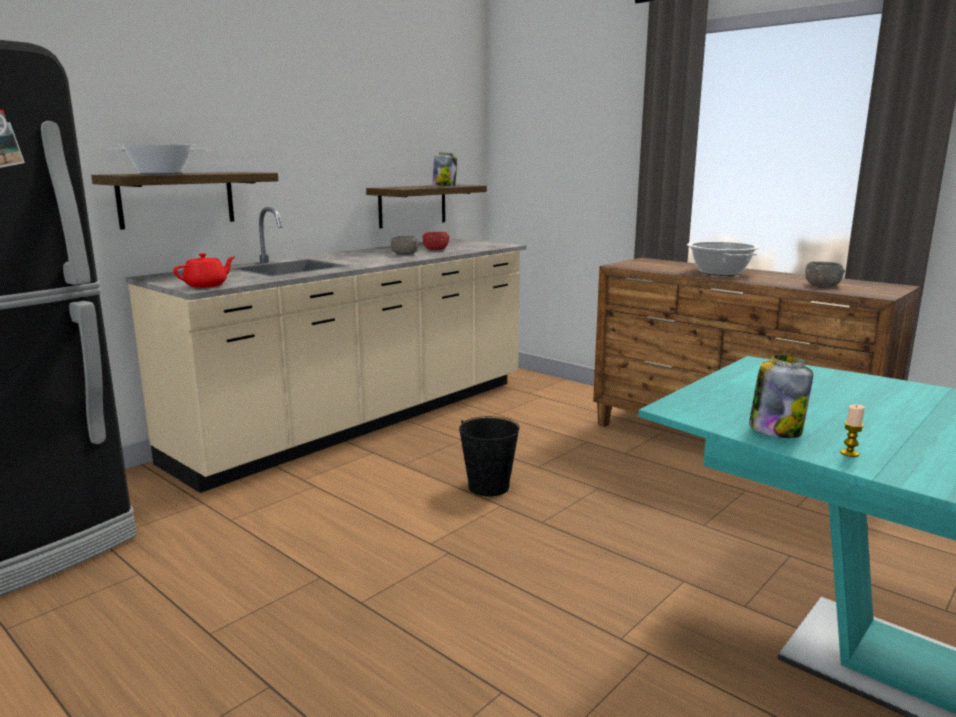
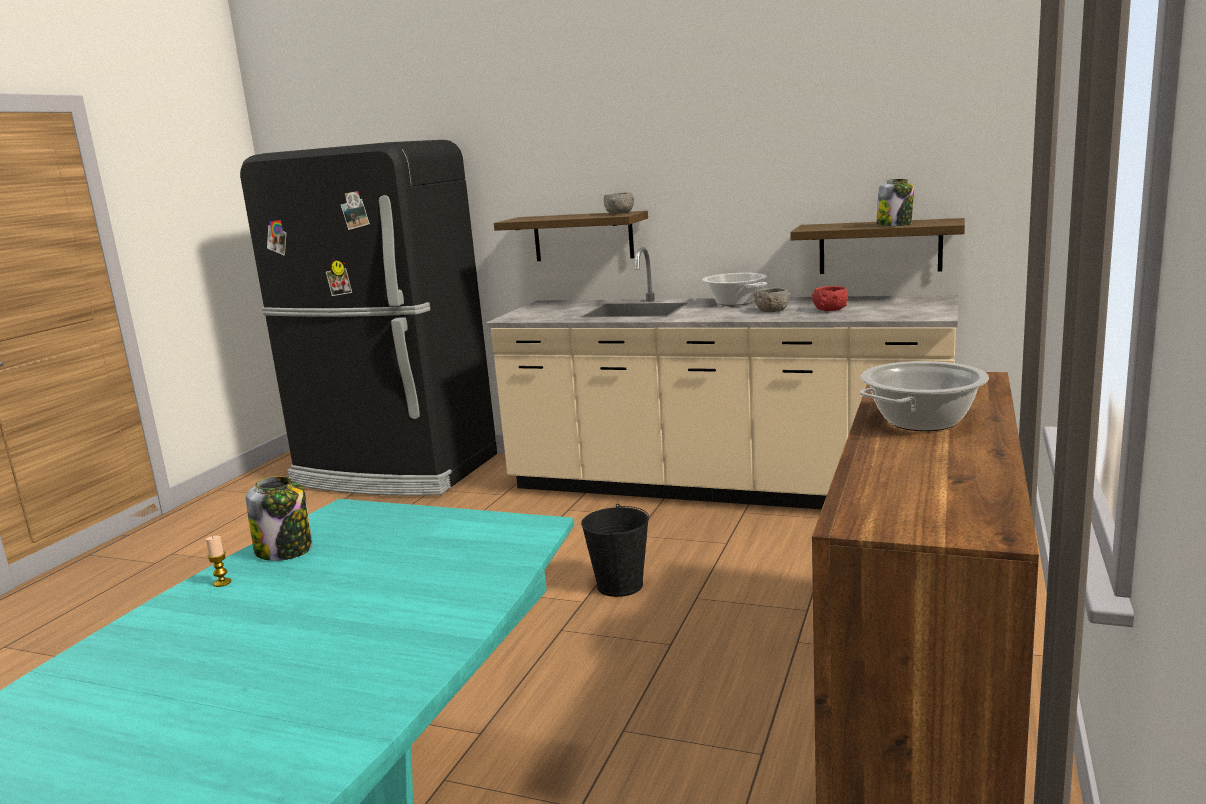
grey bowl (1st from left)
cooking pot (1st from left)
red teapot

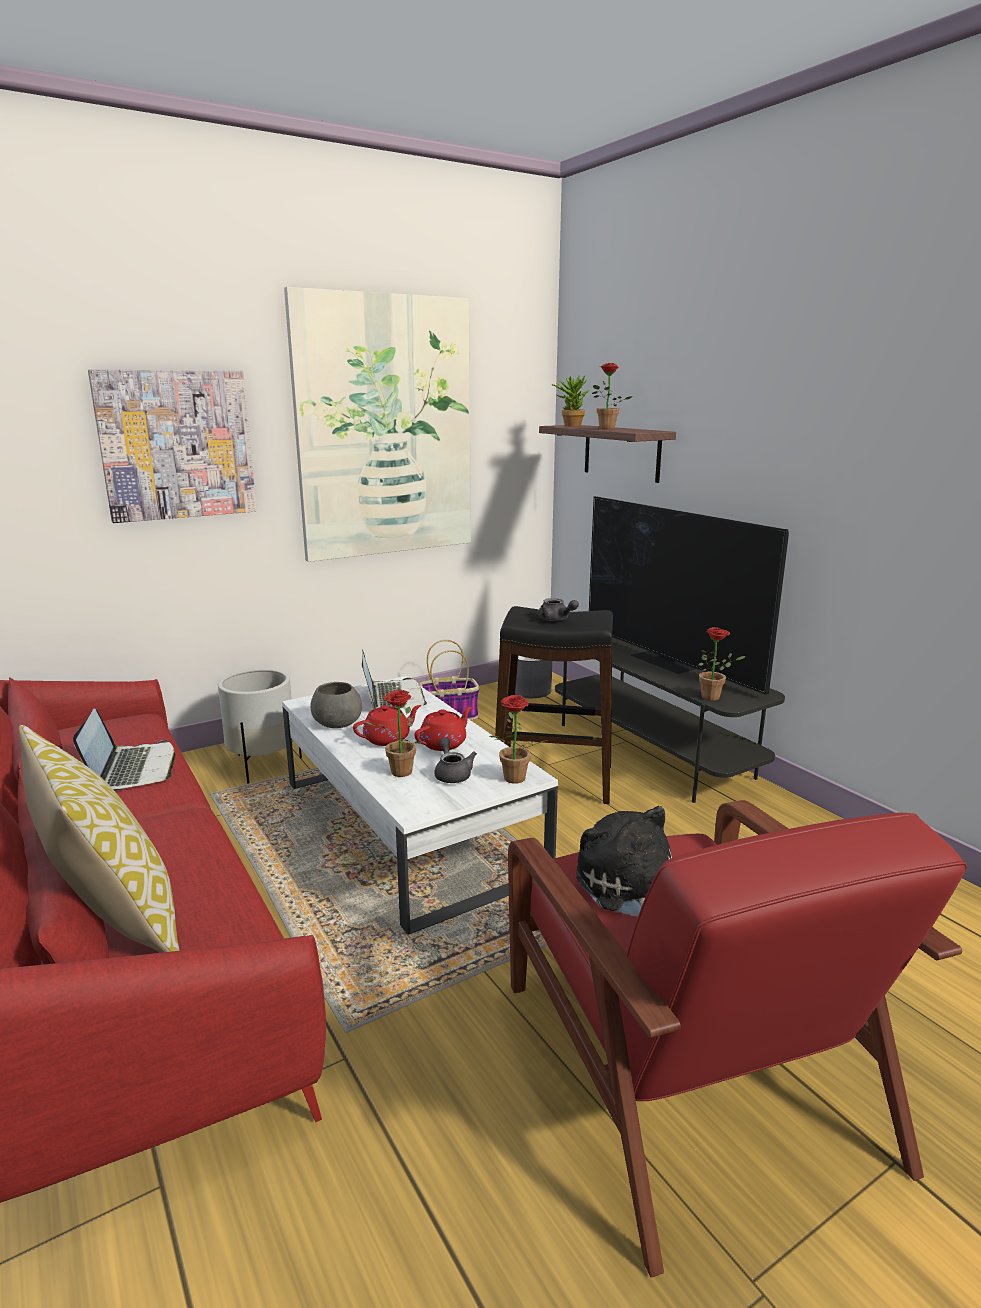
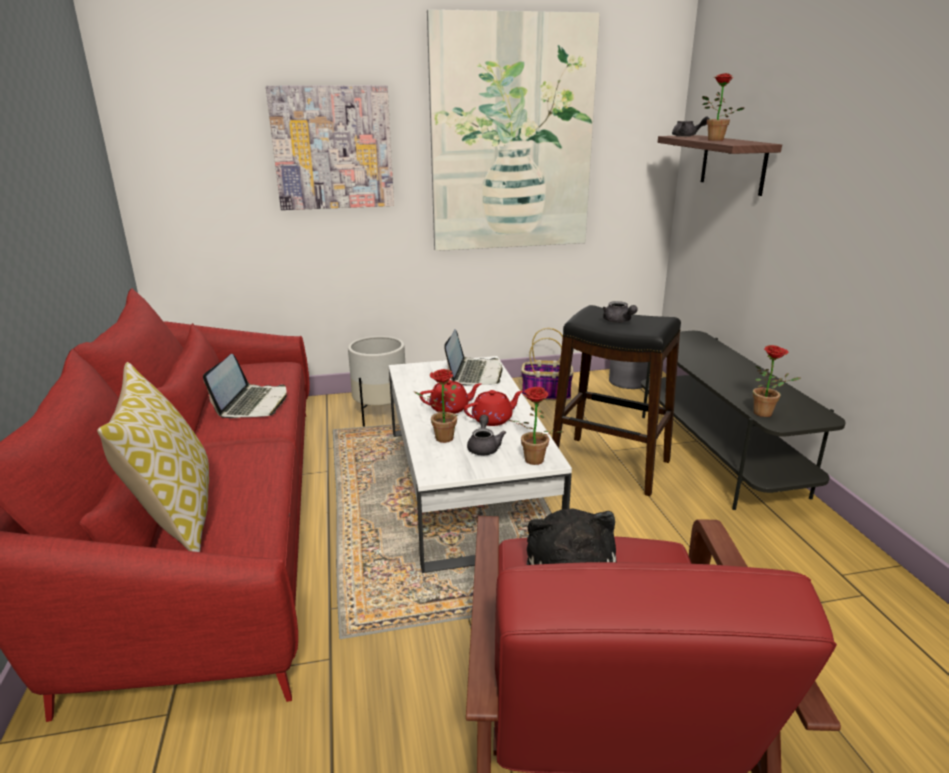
grey teapot (3rd from left)
grey bowl
television

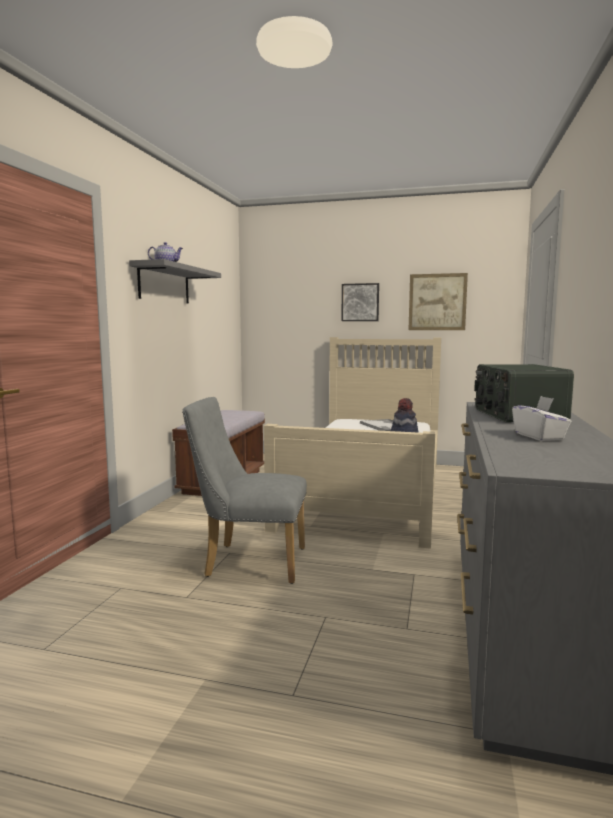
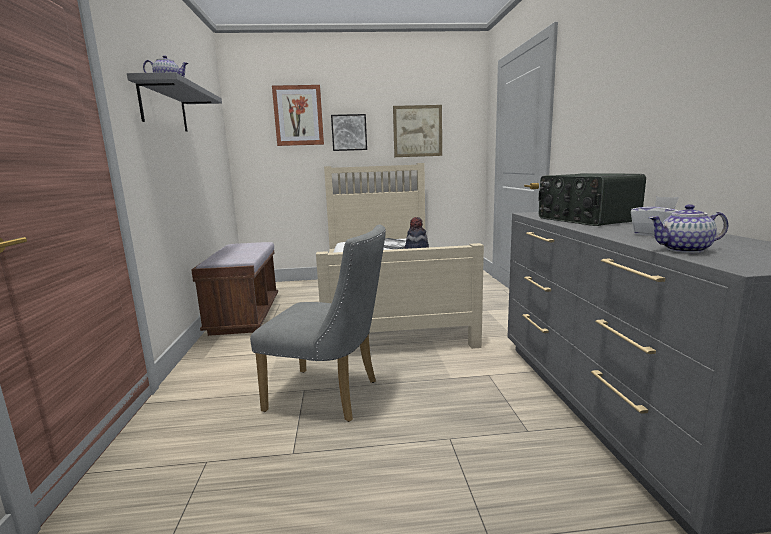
grey chair
picture (1st from left)
teapot (2nd from left)

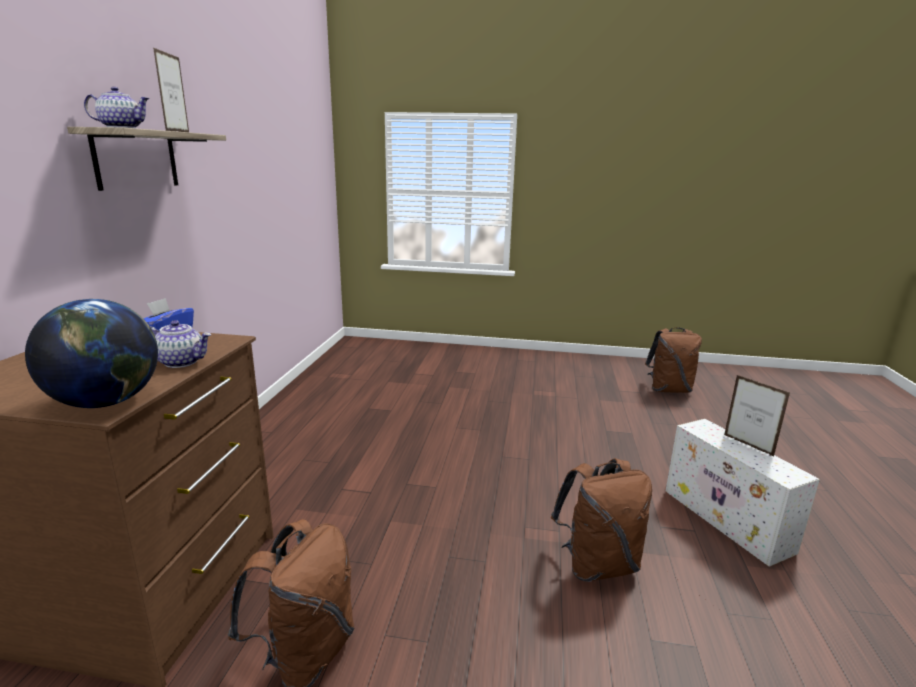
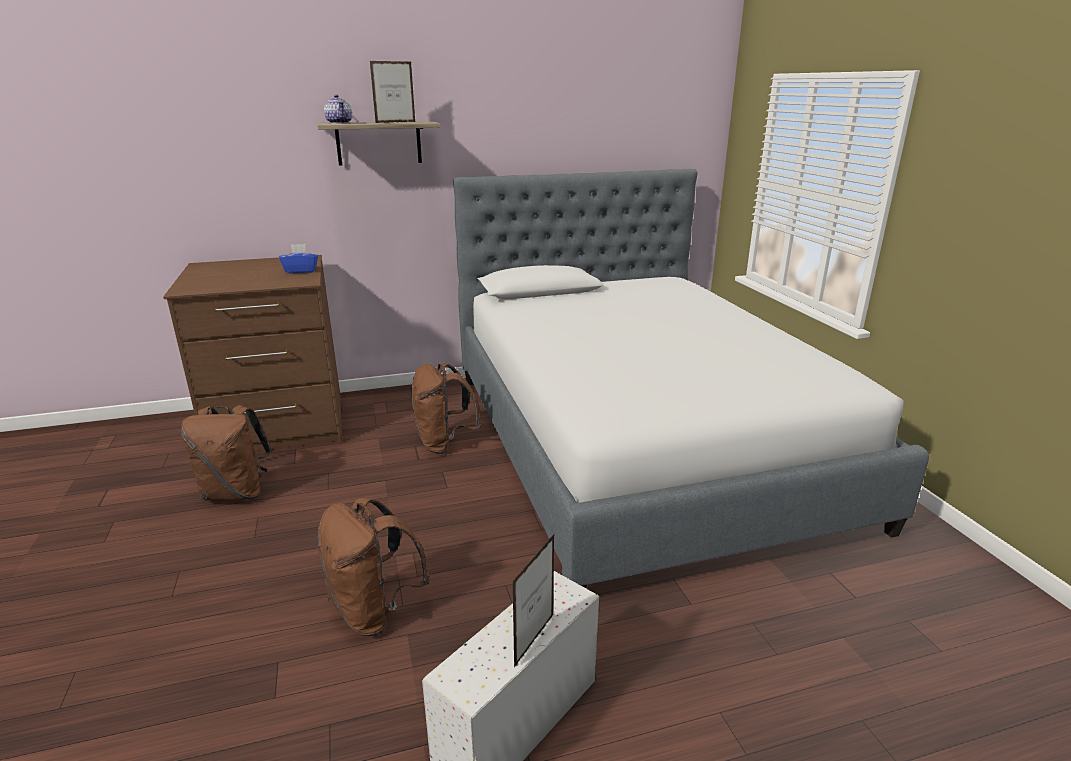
brown backpack (3rd from left)
bed
globe
teapot (2nd from left in the first image)

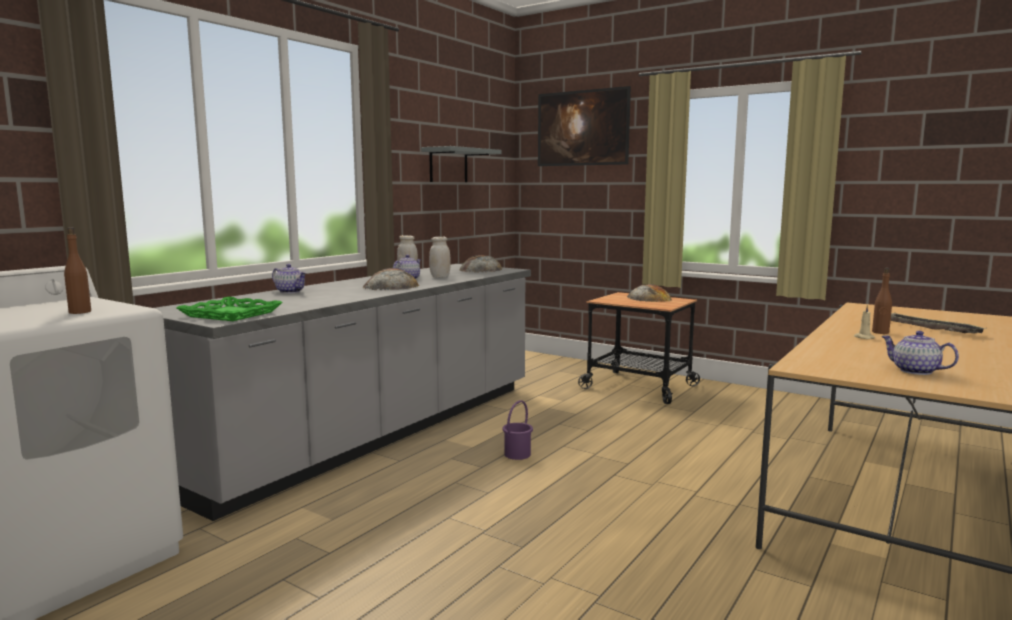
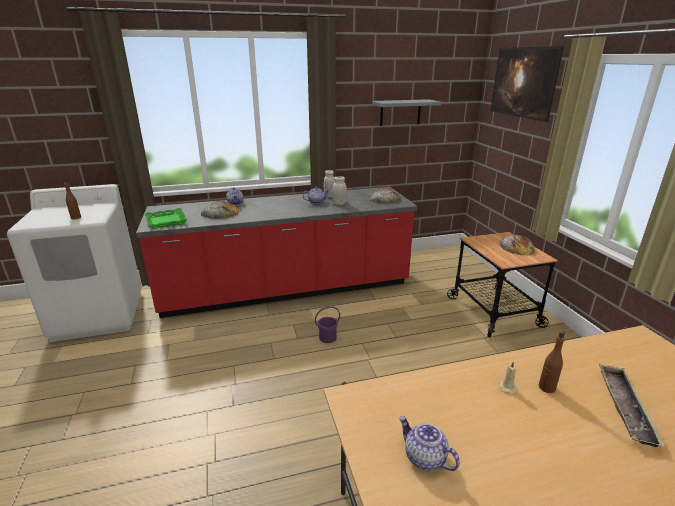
red counter
bread (1st from left)
teapot (3rd from left)

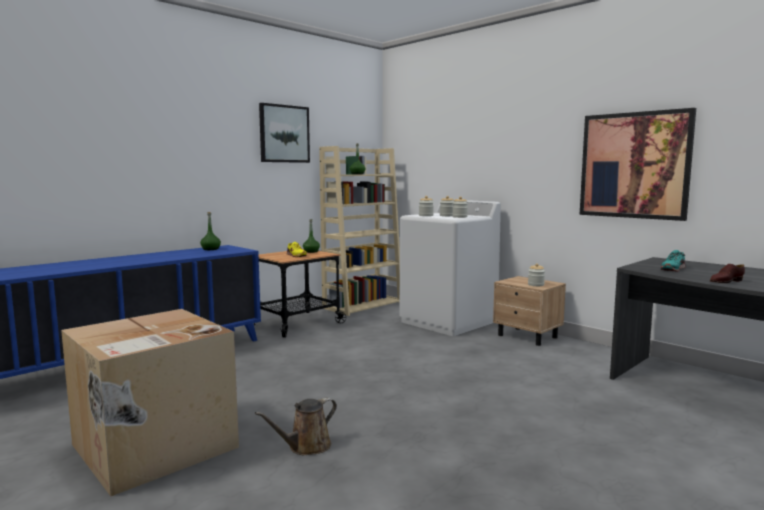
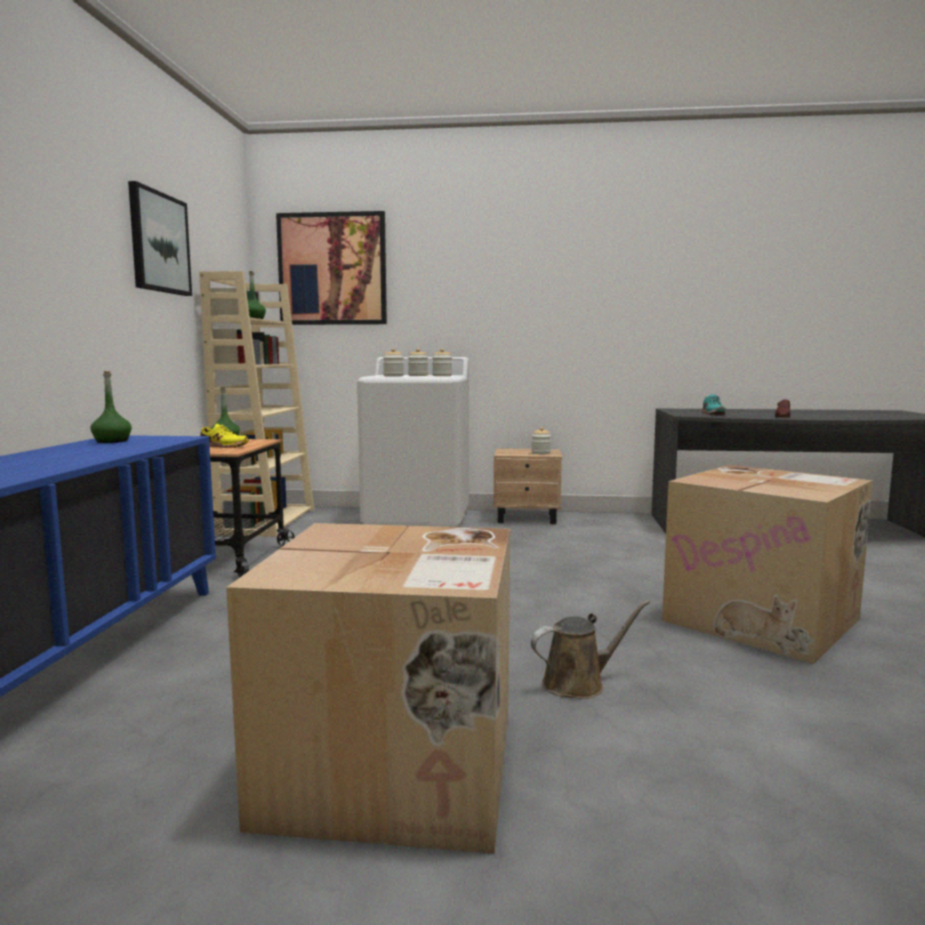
picture (2nd from left)
brown watering can
cardboard box (2nd from left)

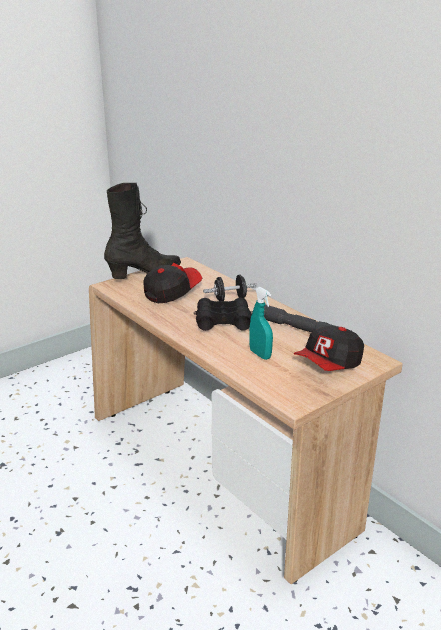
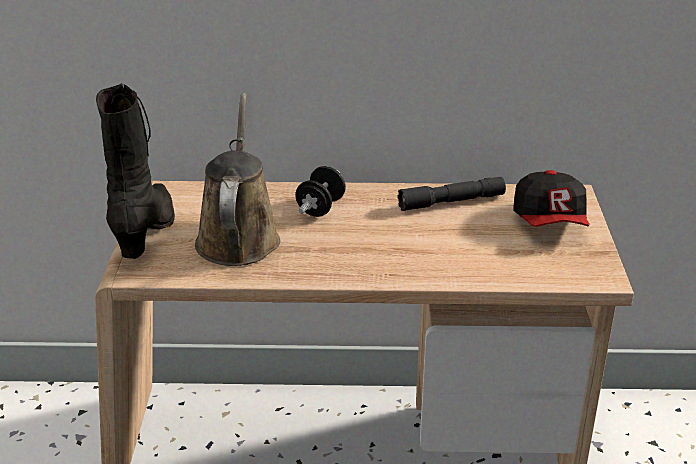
brown watering can
black binoculars
turquoise spray bottle

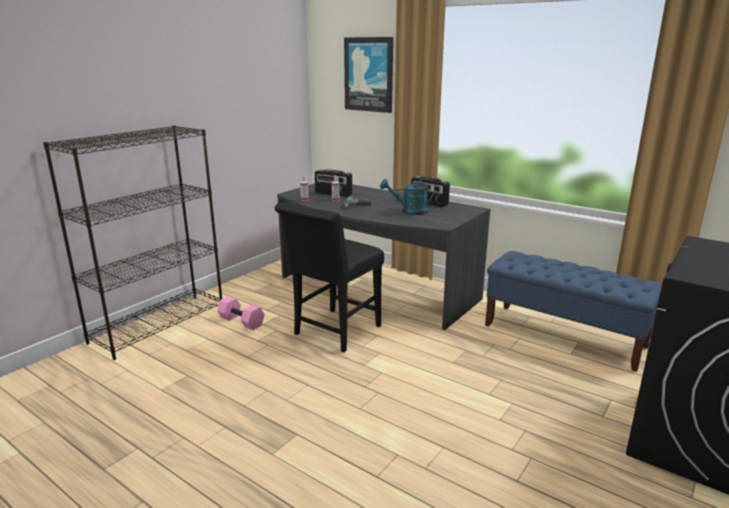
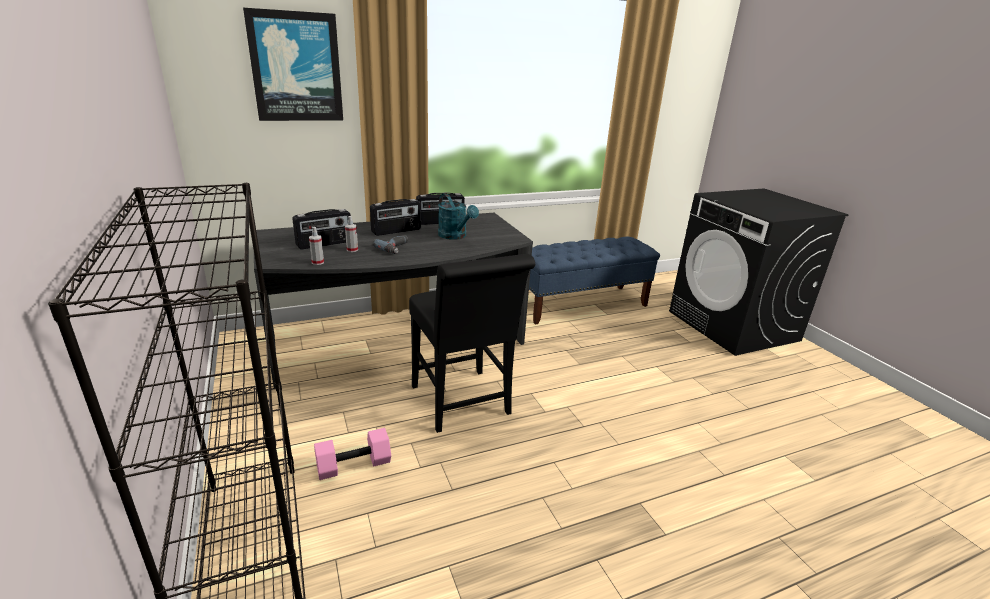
radio (2nd from left)
turquoise watering can

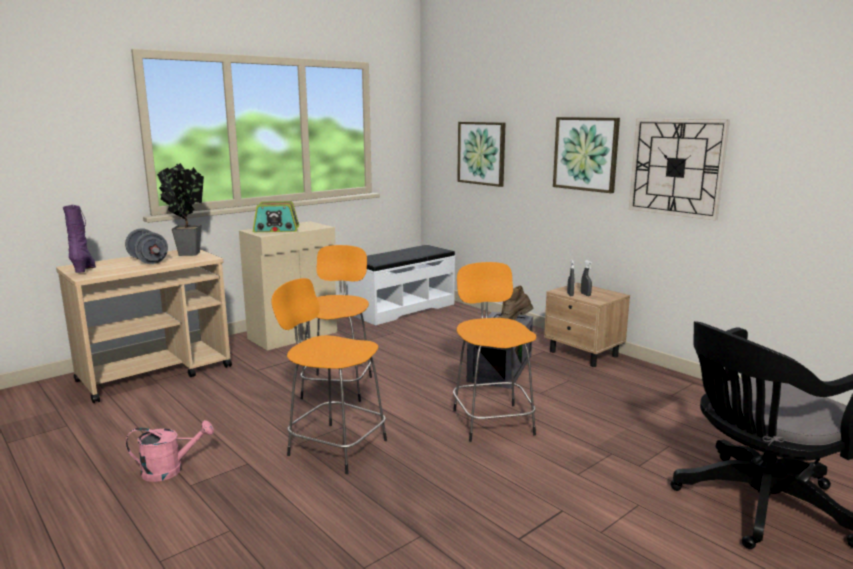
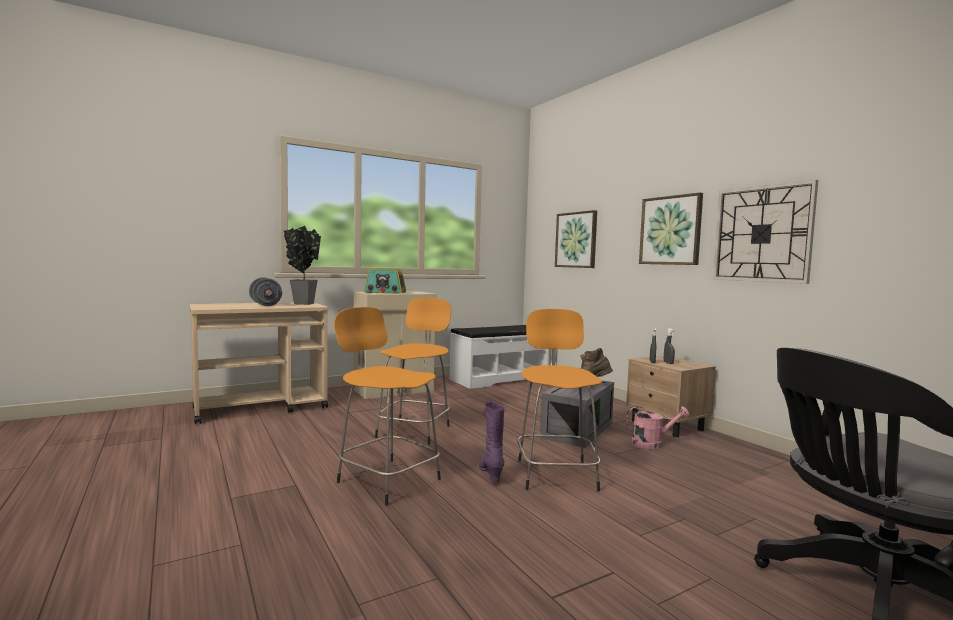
purple boot
pink watering can

